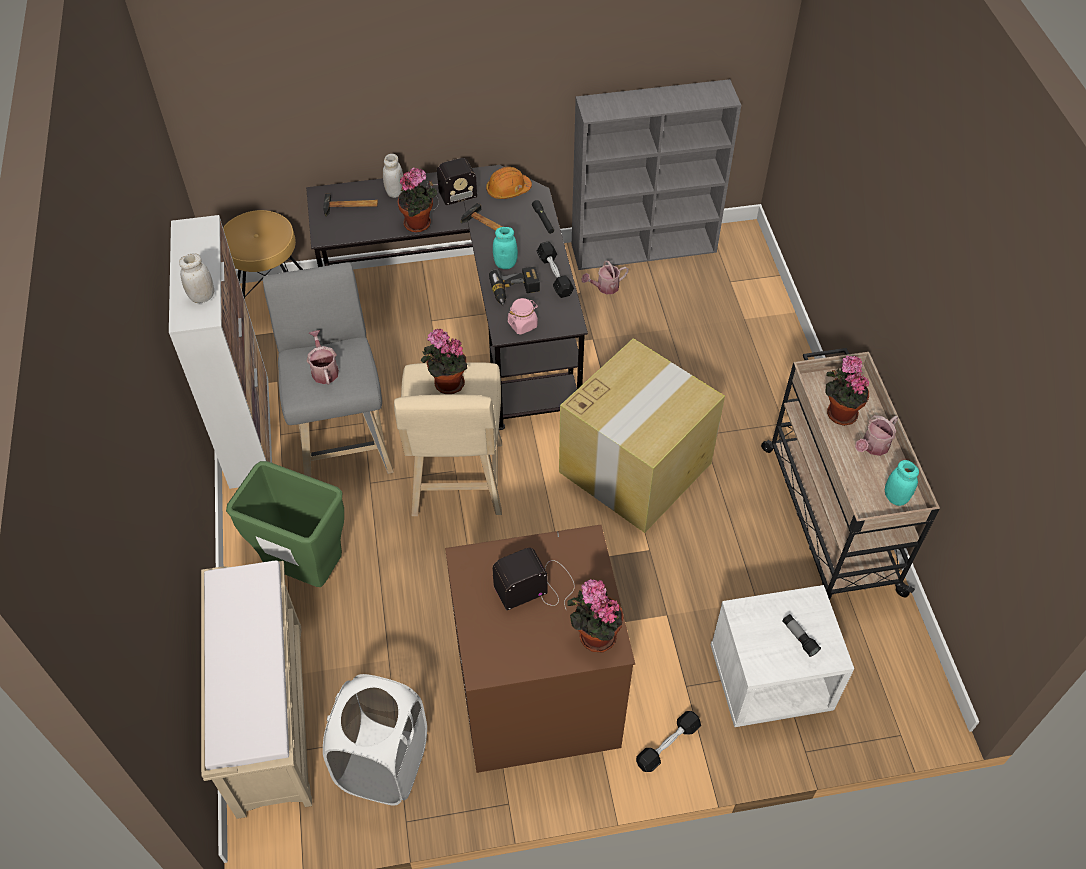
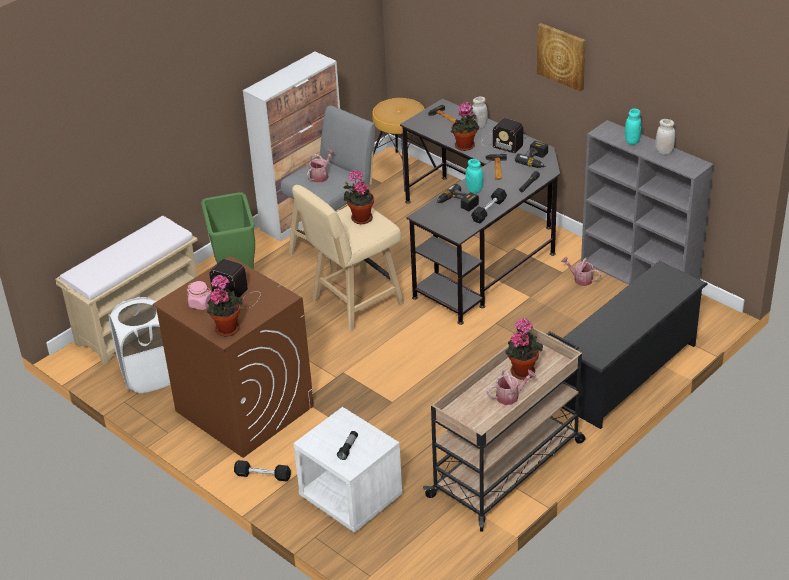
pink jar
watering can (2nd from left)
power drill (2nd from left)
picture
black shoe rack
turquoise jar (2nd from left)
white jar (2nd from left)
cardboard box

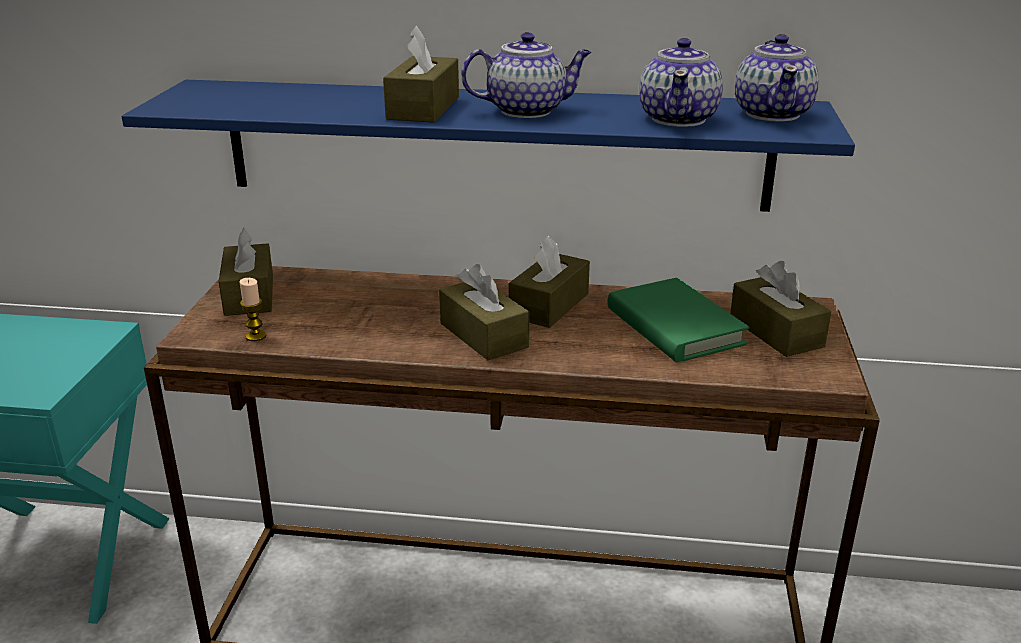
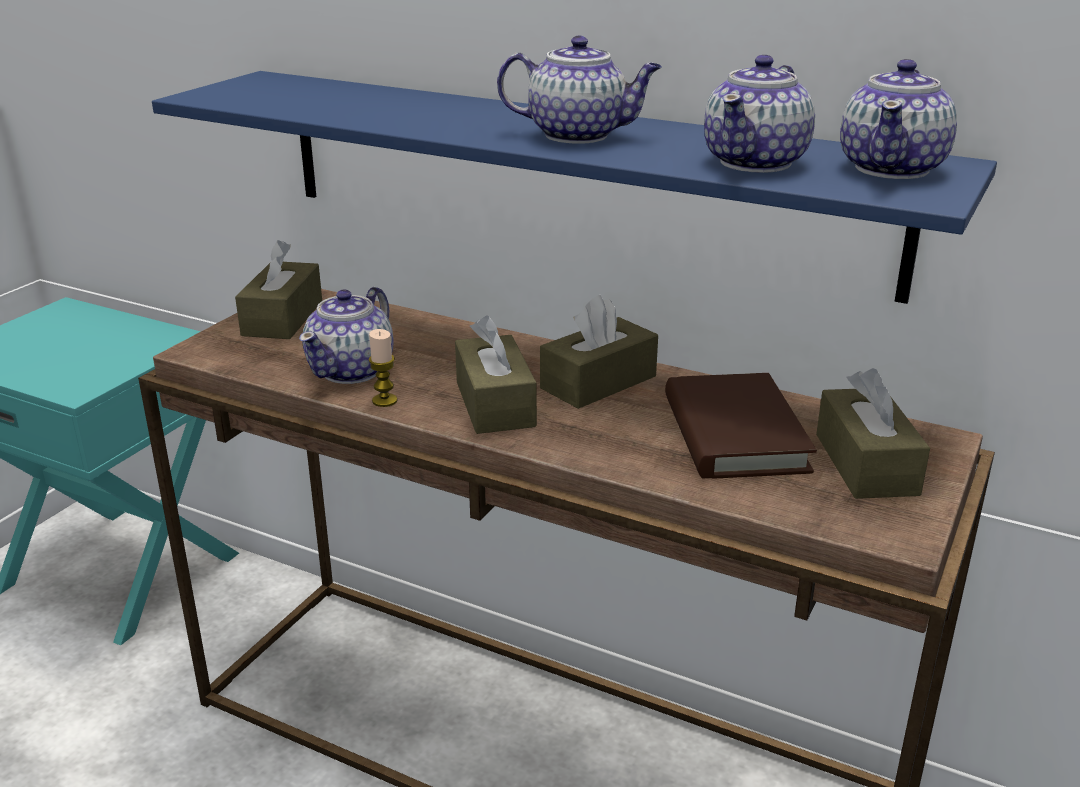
teapot (1st from left)
candle
brown book
brown tissue box (2nd from left in the first image)

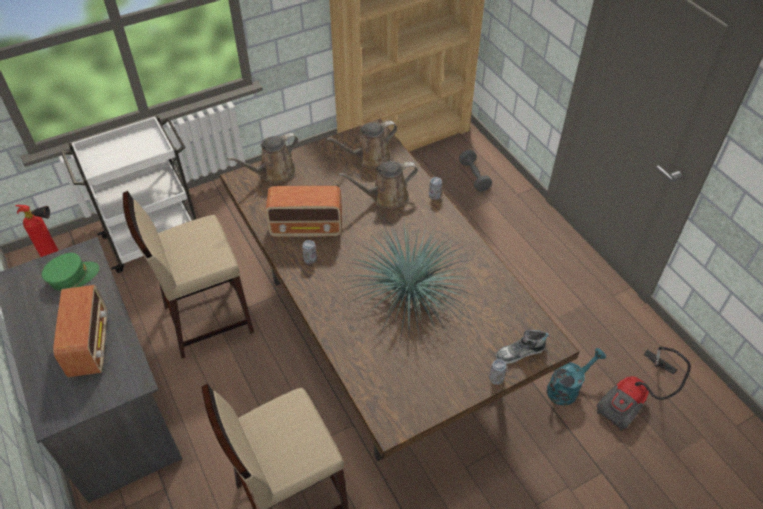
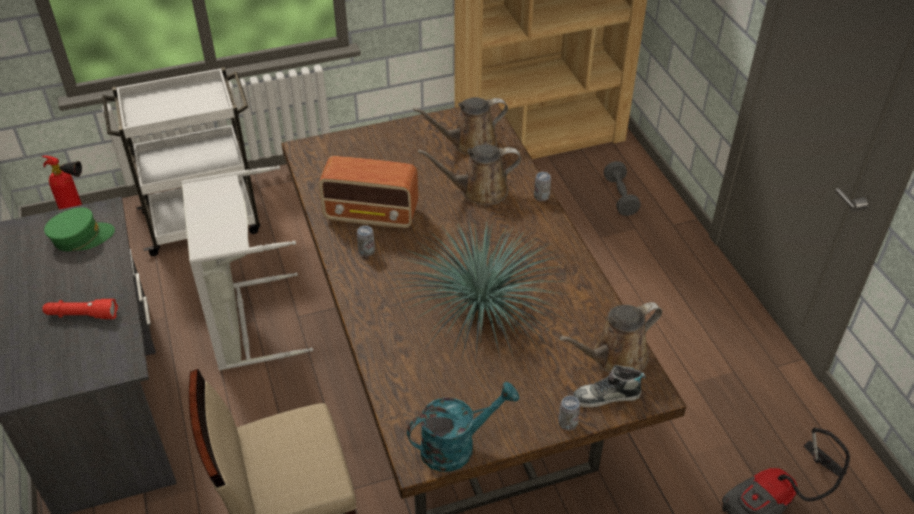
red flashlight
grey laundry basket
turquoise watering can
brown watering can (3rd from left)

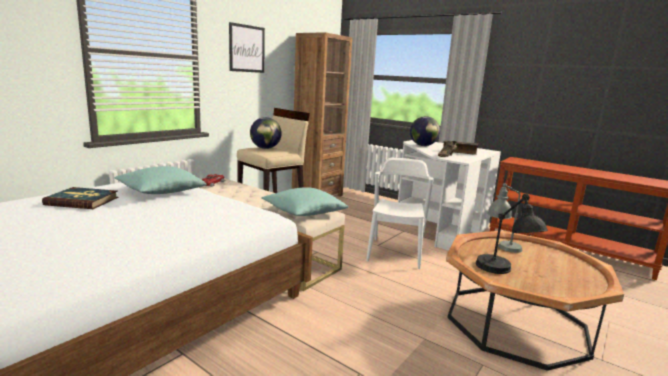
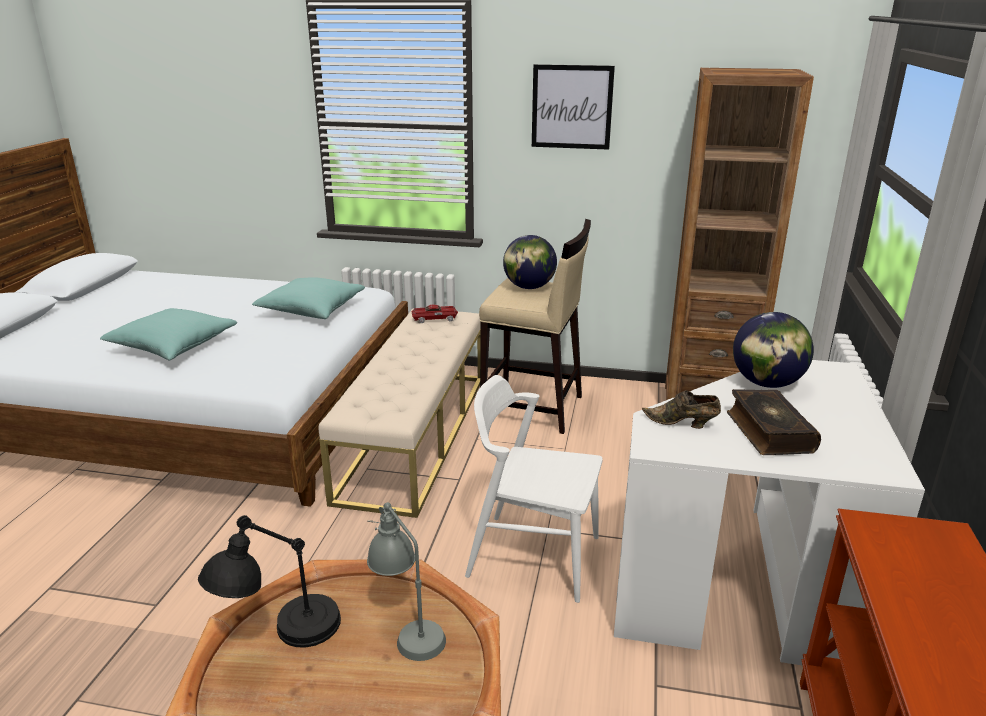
turquoise pillow (1st from left)
white chair
book (1st from left in the first image)

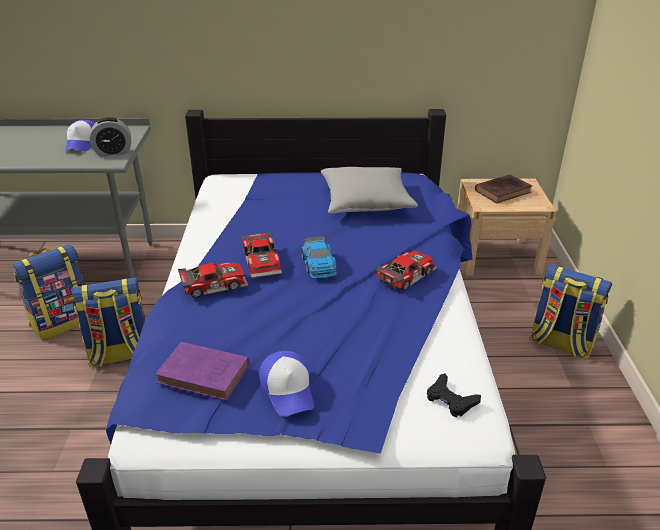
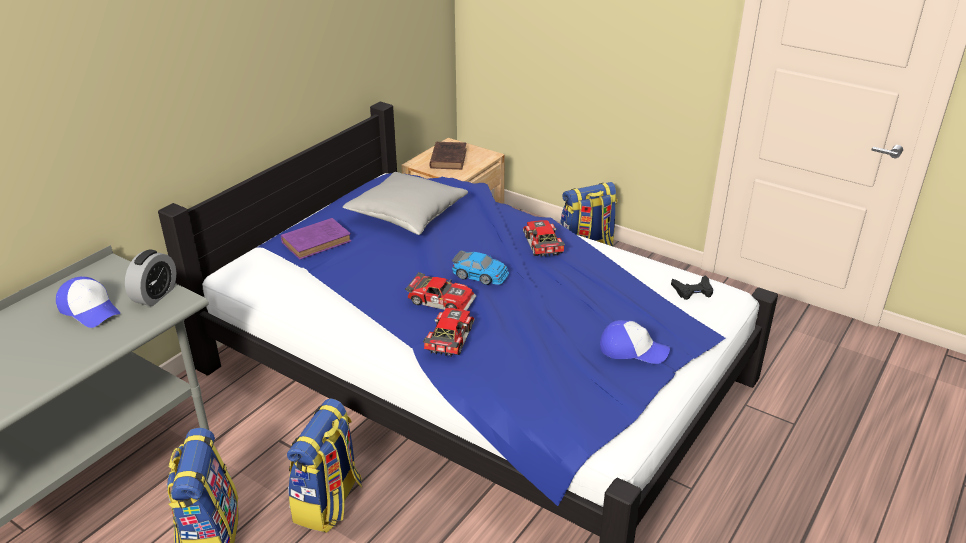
purple book

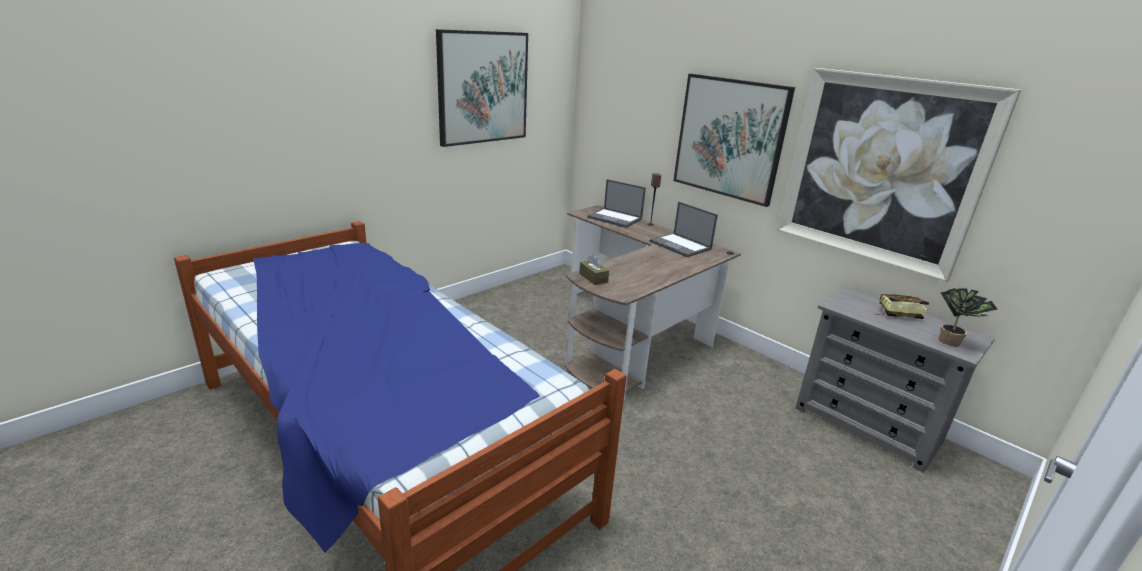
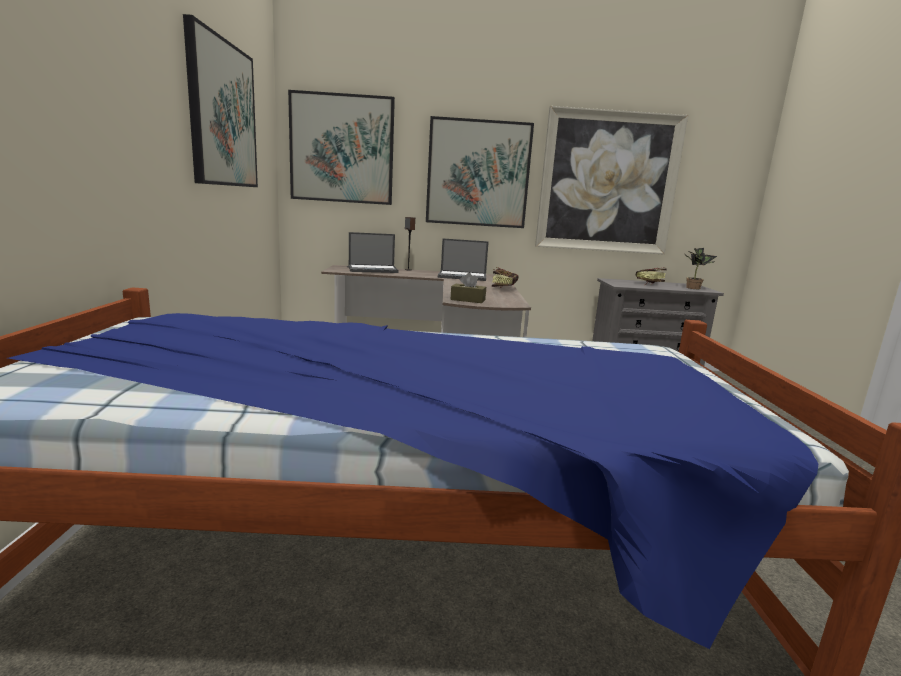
picture (2nd from left)
book (1st from left)

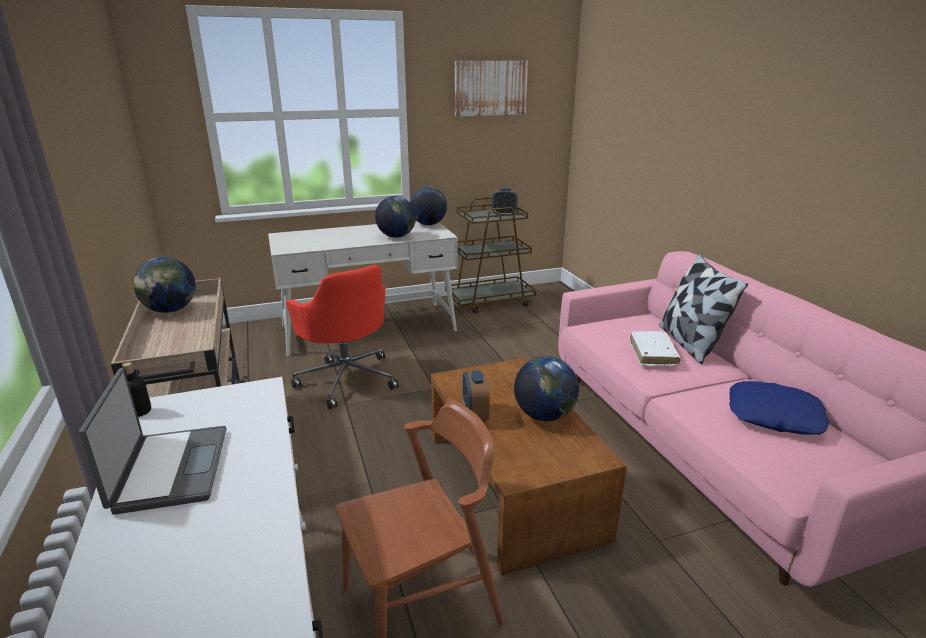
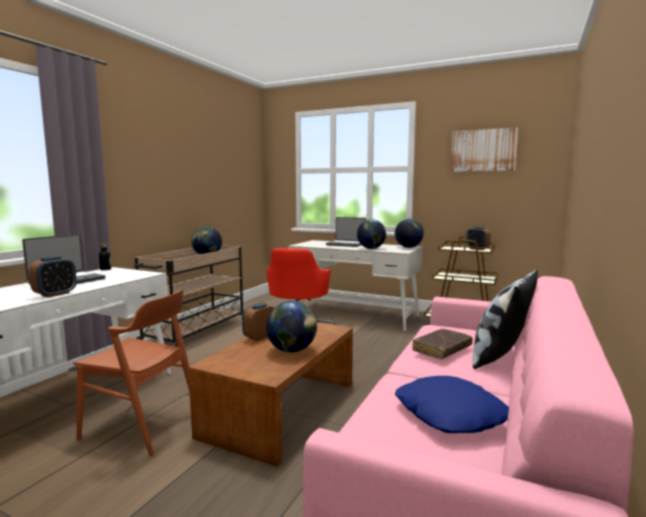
alarm clock (1st from left)
laptop (2nd from left)
brown book

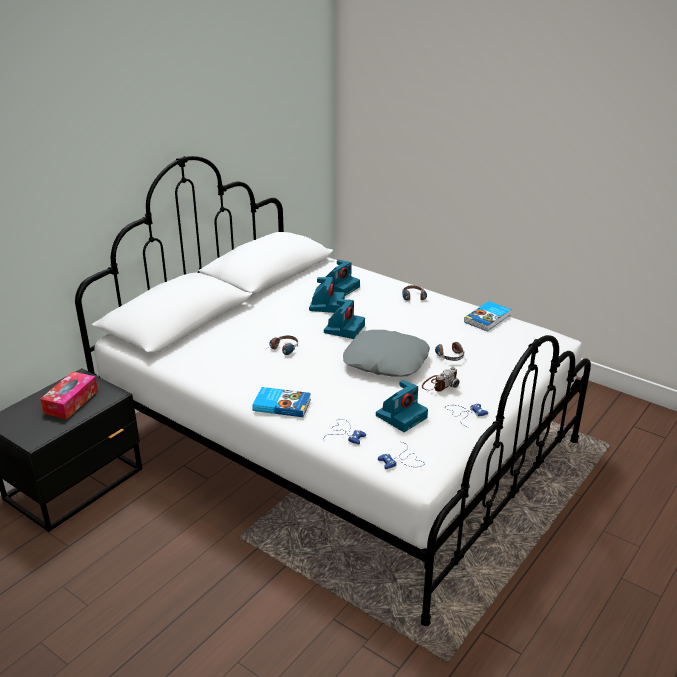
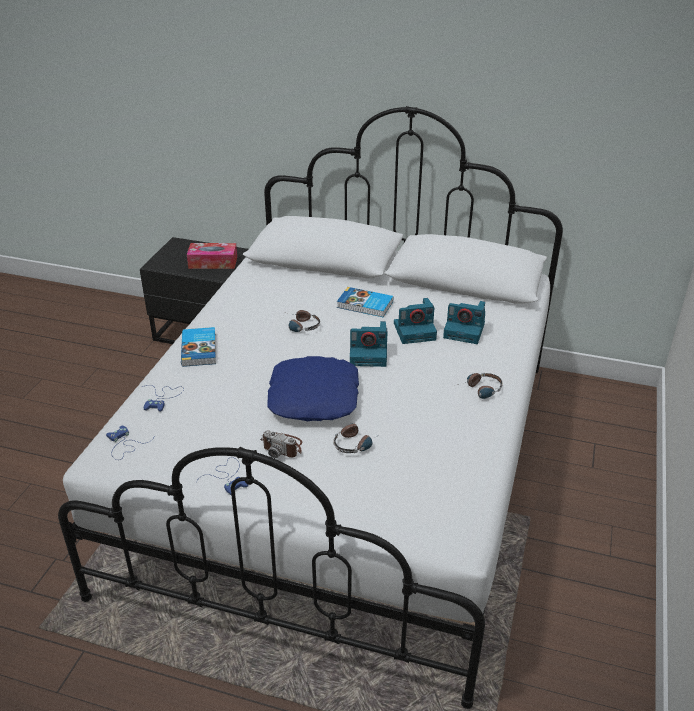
blue pillow
book (2nd from left)
photo camera (4th from left in the first image)

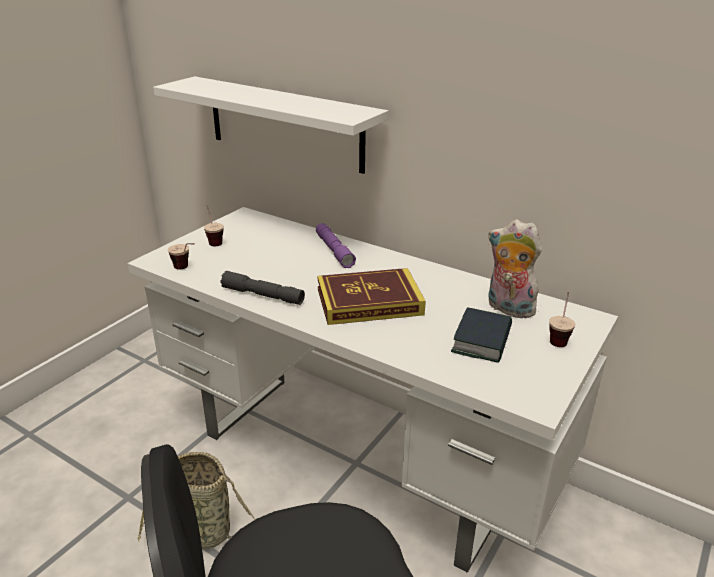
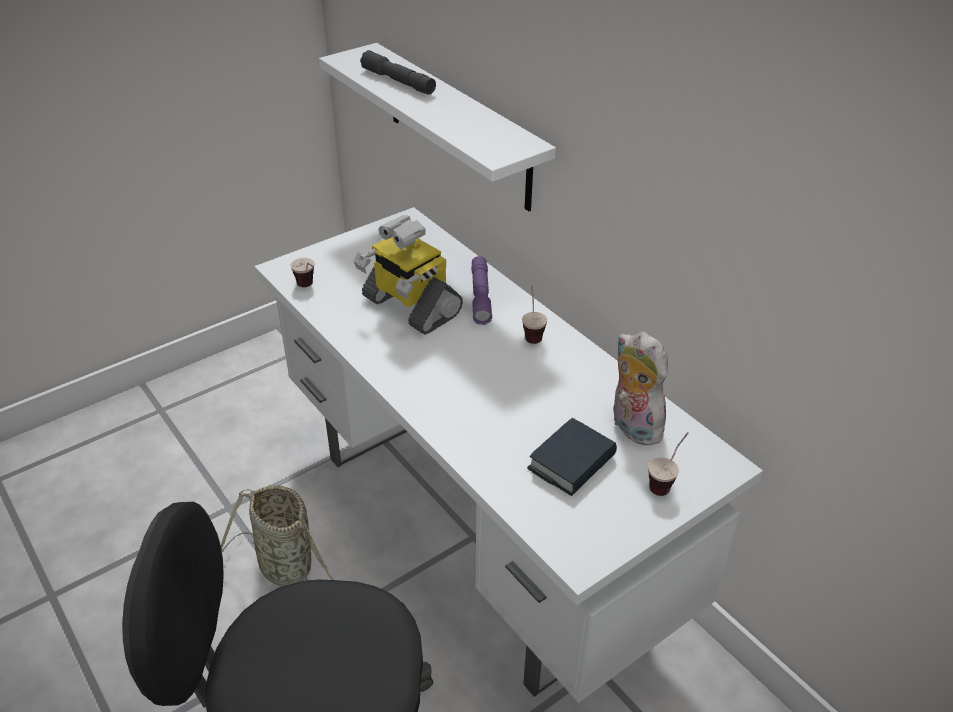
toy robot
grey flashlight
cup (2nd from left)
book (1st from left in the first image)

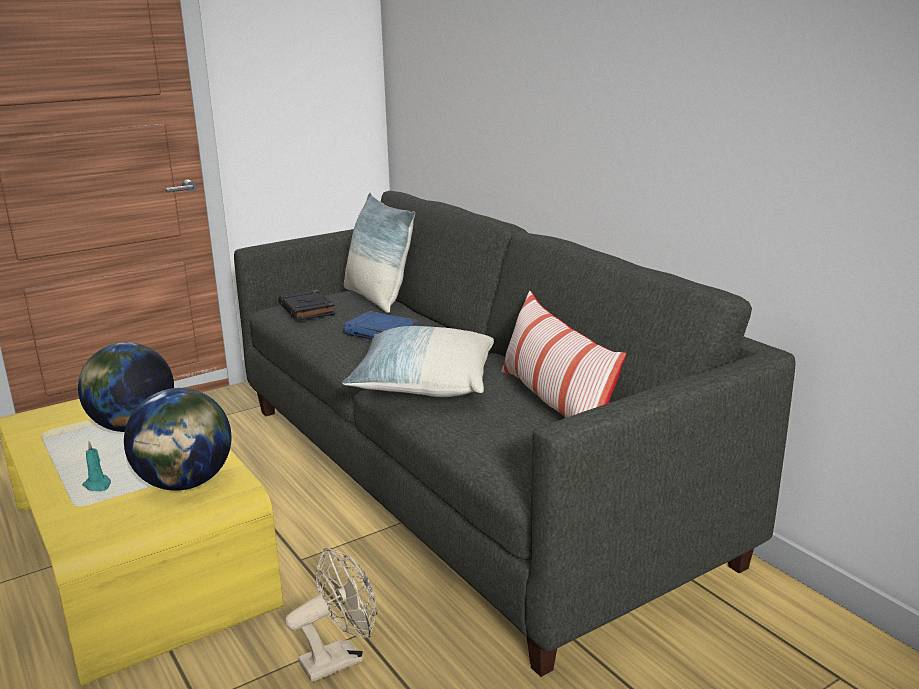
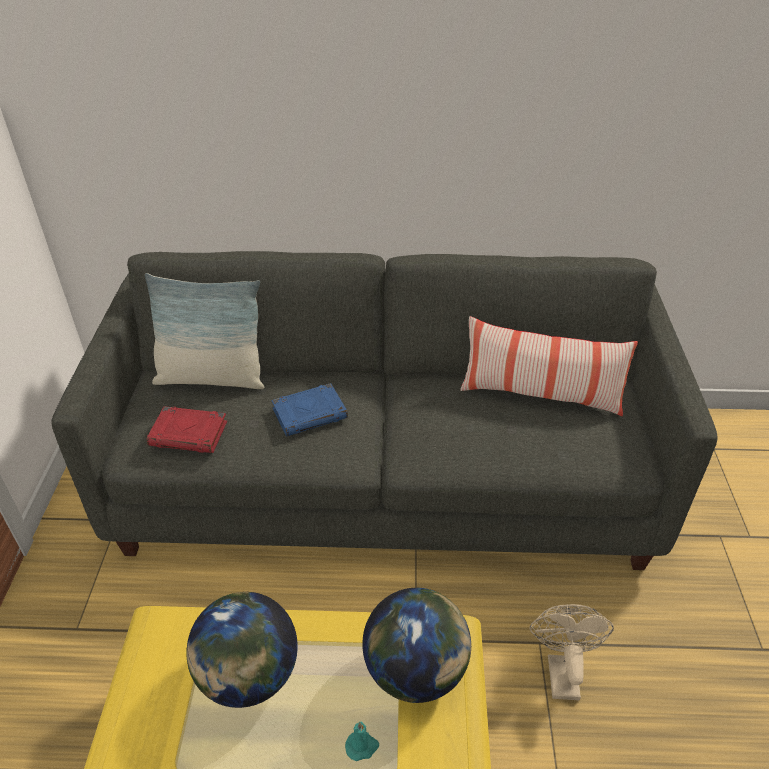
red book
pillow (2nd from left in the first image)

